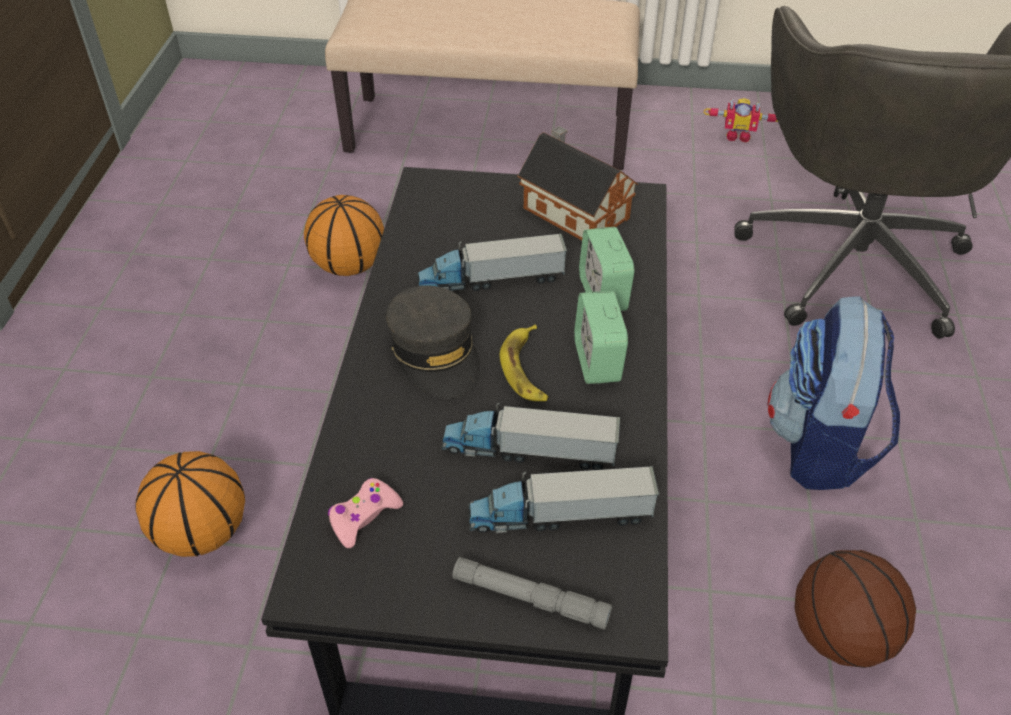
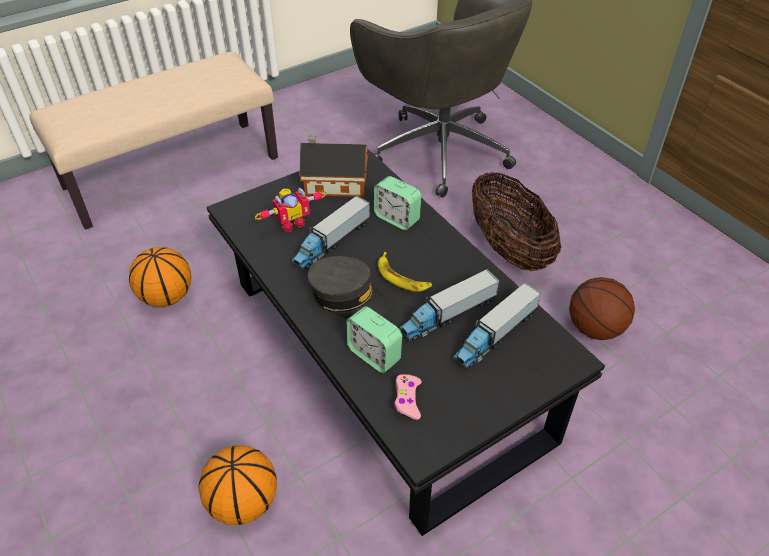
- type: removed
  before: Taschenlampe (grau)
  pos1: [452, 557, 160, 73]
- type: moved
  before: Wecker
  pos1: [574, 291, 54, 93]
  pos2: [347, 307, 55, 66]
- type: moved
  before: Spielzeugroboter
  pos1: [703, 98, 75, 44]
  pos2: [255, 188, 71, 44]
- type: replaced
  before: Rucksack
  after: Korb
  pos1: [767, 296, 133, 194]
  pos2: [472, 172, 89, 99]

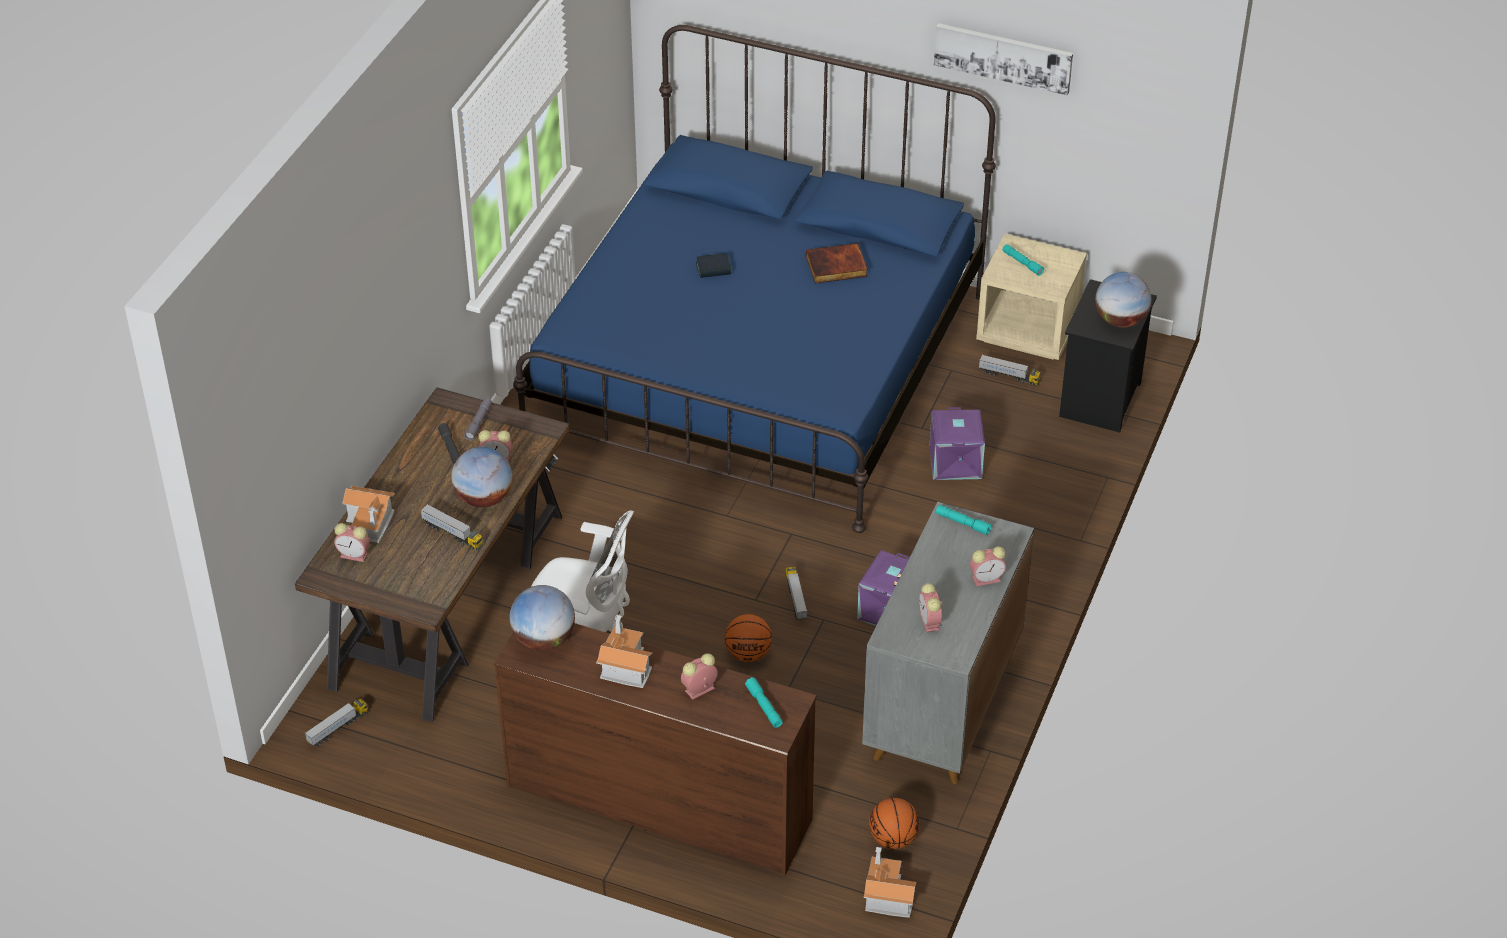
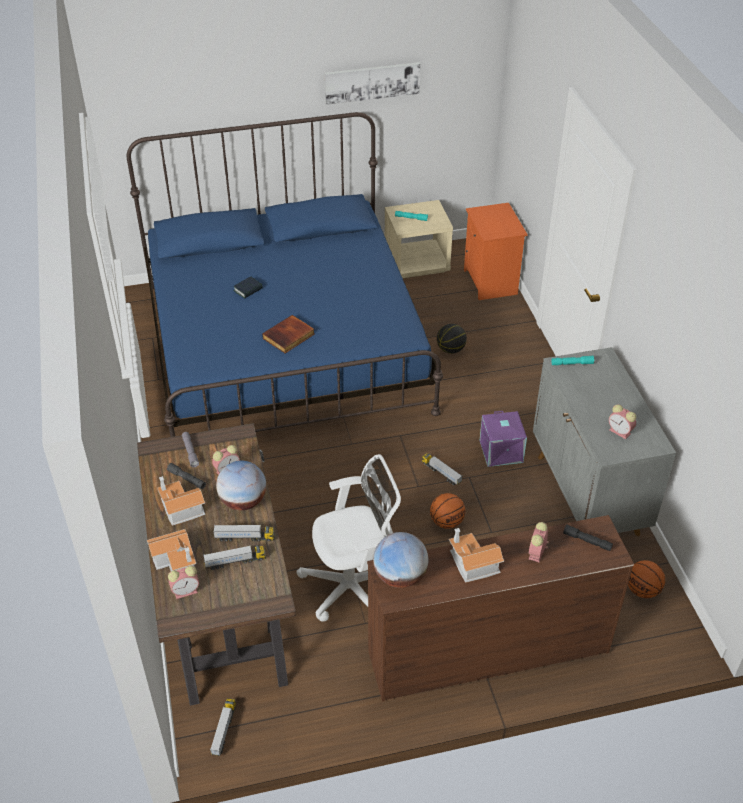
- type: recoloured
  before: Taschenlampe (türkis)
  after: Taschenlampe (schwarz)
  pos1: [745, 677, 38, 51]
  pos2: [563, 525, 50, 26]
- type: moved
  before: Buch
  pos1: [806, 243, 62, 40]
  pos2: [262, 315, 53, 38]
- type: moved
  before: Spielzeughaus
  pos1: [864, 847, 52, 71]
  pos2: [157, 476, 48, 50]
- type: replaced
  before: Aufbewahrungsbox (lila)
  after: Basketball
  pos1: [929, 407, 56, 73]
  pos2: [437, 324, 30, 30]
- type: removed
  before: Wecker
  pos1: [970, 546, 36, 40]
- type: moved
  before: Spielzeuglaster
  pos1: [979, 355, 62, 30]
  pos2: [203, 545, 63, 25]
- type: recoloured
  before: Nachttisch (schwarz)
  after: Nachttisch (orange)
  pos1: [1059, 279, 98, 154]
  pos2: [464, 203, 64, 97]
- type: removed
  before: Globus
  pos1: [1095, 272, 56, 56]

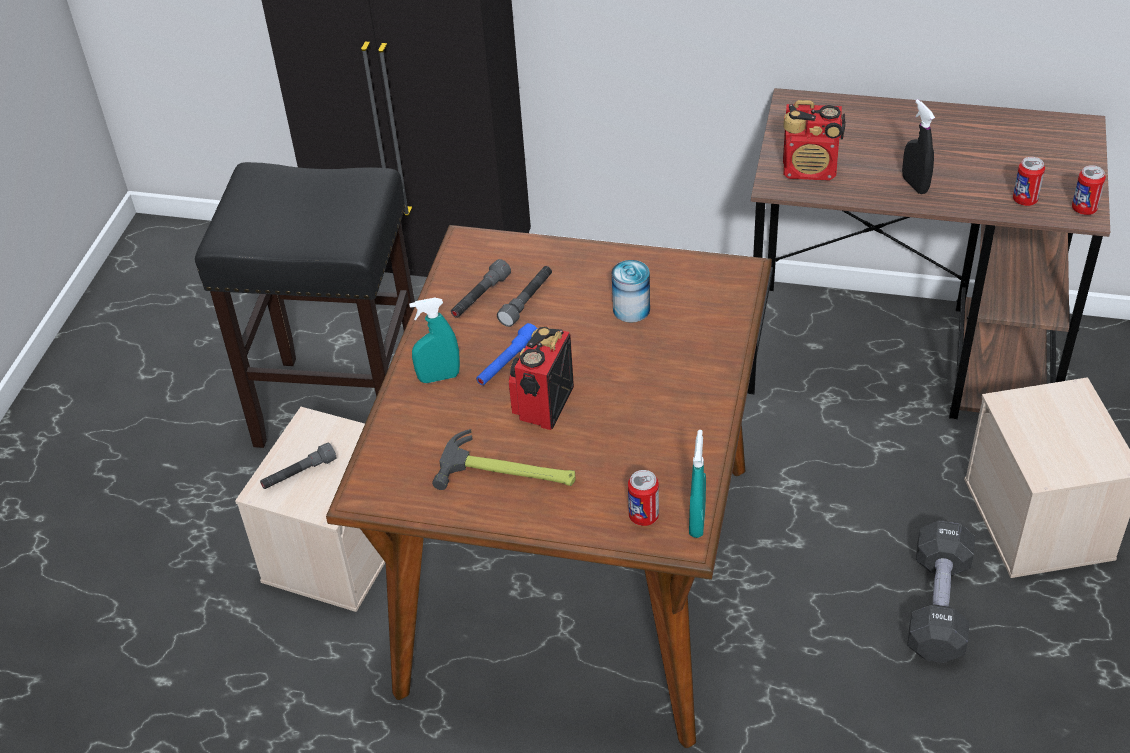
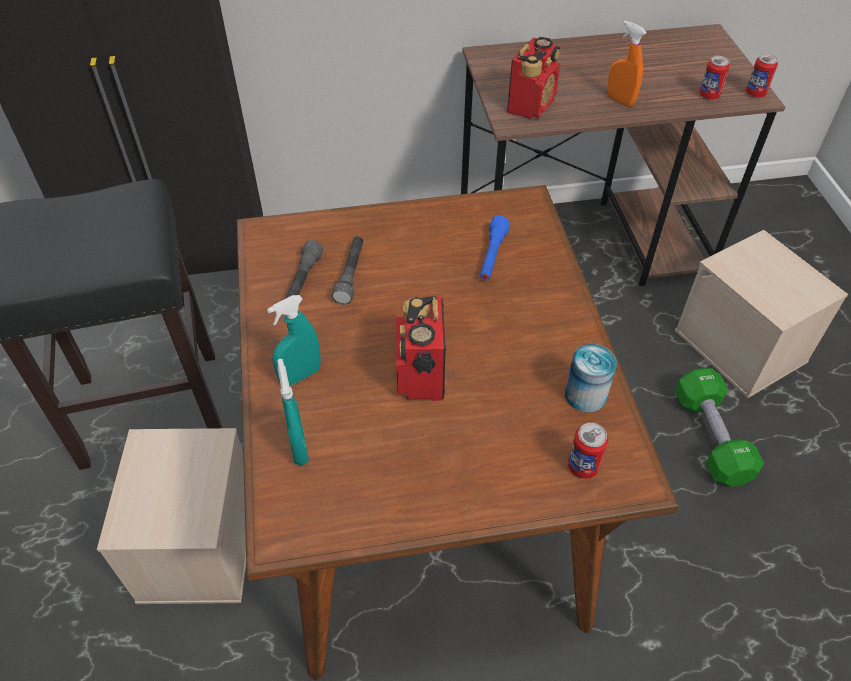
- type: removed
  before: Taschenlampe (grau)
  pos1: [260, 443, 77, 46]
- type: removed
  before: Hammer
  pos1: [432, 429, 143, 61]
- type: moved
  before: Taschenlampe (blau)
  pos1: [476, 323, 62, 62]
  pos2: [480, 216, 30, 64]
- type: moved
  before: Dose
  pos1: [612, 260, 38, 62]
  pos2: [565, 344, 52, 69]
- type: moved
  before: Sprühflasche (türkis)
  pos1: [689, 430, 17, 108]
  pos2: [278, 359, 31, 106]
- type: turned
  before: Radio
  pos1: [783, 100, 62, 80]
  pos2: [507, 37, 53, 82]
  turn: -45
- type: recoloured
  before: Sprühflasche (schwarz)
  after: Sprühflasche (orange)
  pos1: [902, 99, 33, 95]
  pos2: [607, 20, 39, 87]
- type: recoloured
  before: Hantel (schwarz)
  after: Hantel (grün)
  pos1: [907, 521, 68, 142]
  pos2: [675, 368, 89, 119]

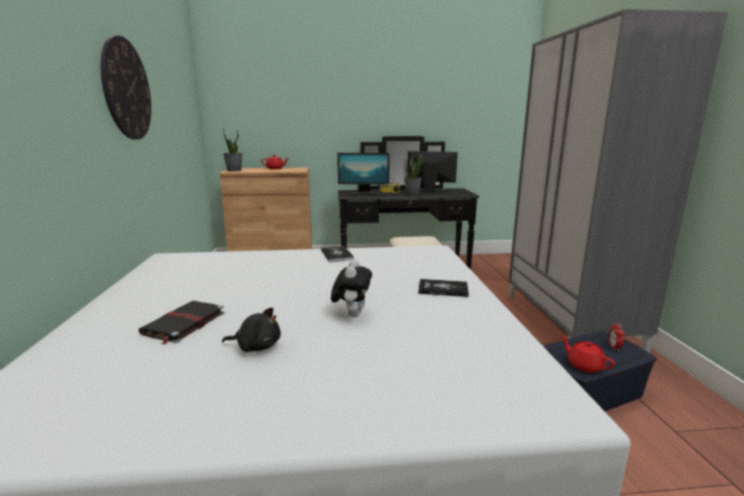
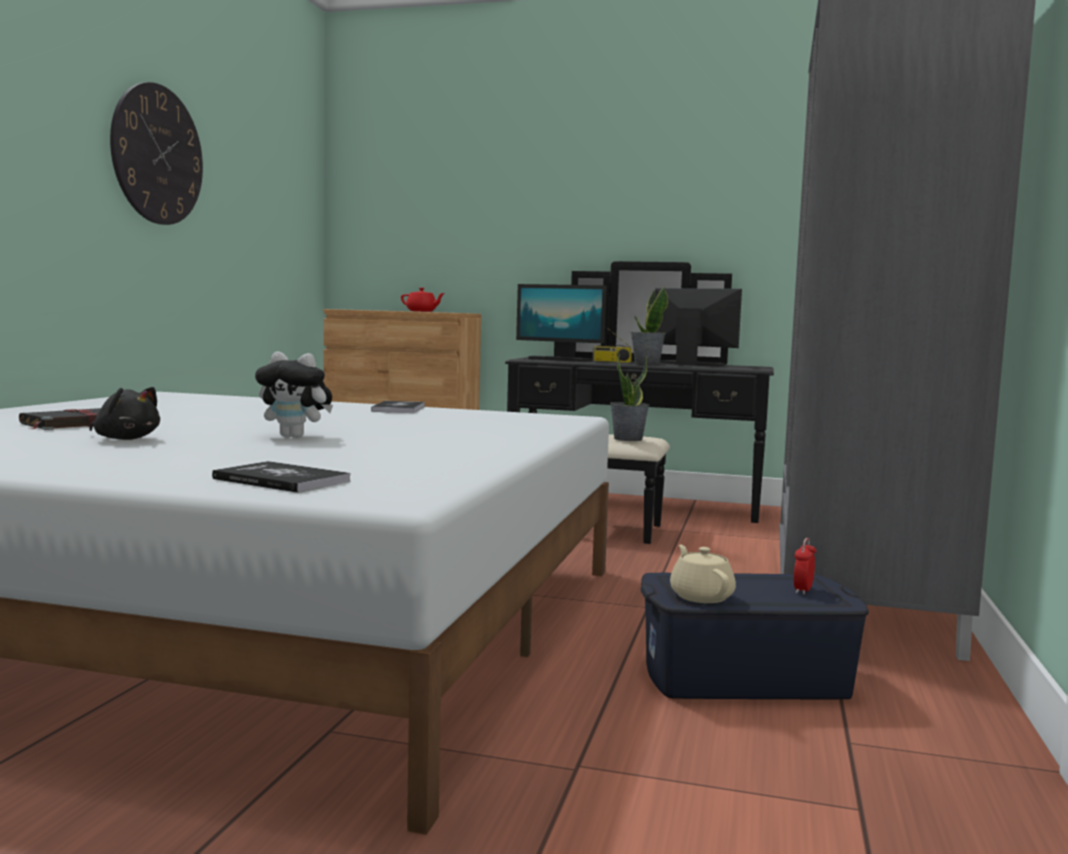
- type: moved
  before: Topfpflanze
  pos1: [223, 128, 20, 44]
  pos2: [610, 352, 40, 89]
- type: turned
  before: Plüschtier
  pos1: [331, 259, 41, 58]
  pos2: [255, 351, 78, 87]
  turn: 75
- type: moved
  before: Buch
  pos1: [418, 279, 51, 18]
  pos2: [212, 461, 139, 32]
- type: recoloured
  before: Teekanne (rot)
  after: Teekanne (beige)
  pos1: [561, 336, 54, 37]
  pos2: [670, 545, 66, 58]

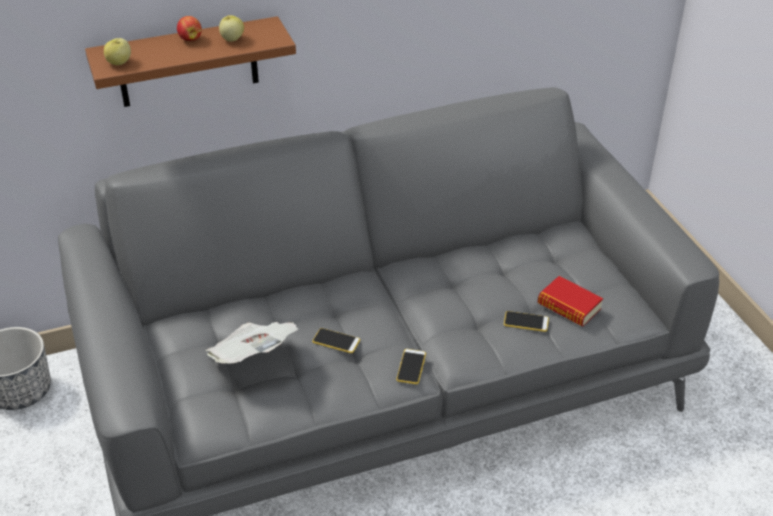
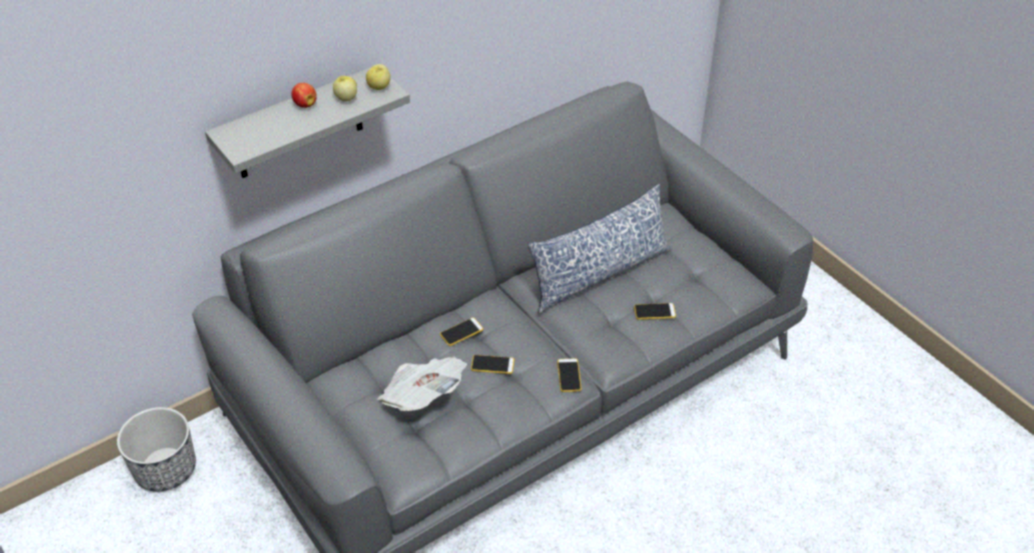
- type: recoloured
  before: Wandregal (braun)
  after: Wandregal (grau)
  pos1: [85, 16, 211, 91]
  pos2: [205, 67, 205, 111]
- type: moved
  before: Apfel
  pos1: [104, 38, 27, 27]
  pos2: [366, 64, 25, 26]
- type: removed
  before: Buch
  pos1: [537, 276, 66, 51]
- type: added
  after: Handy
  pos2: [440, 318, 43, 28]
- type: added
  after: Kissen
  pos2: [528, 184, 143, 130]

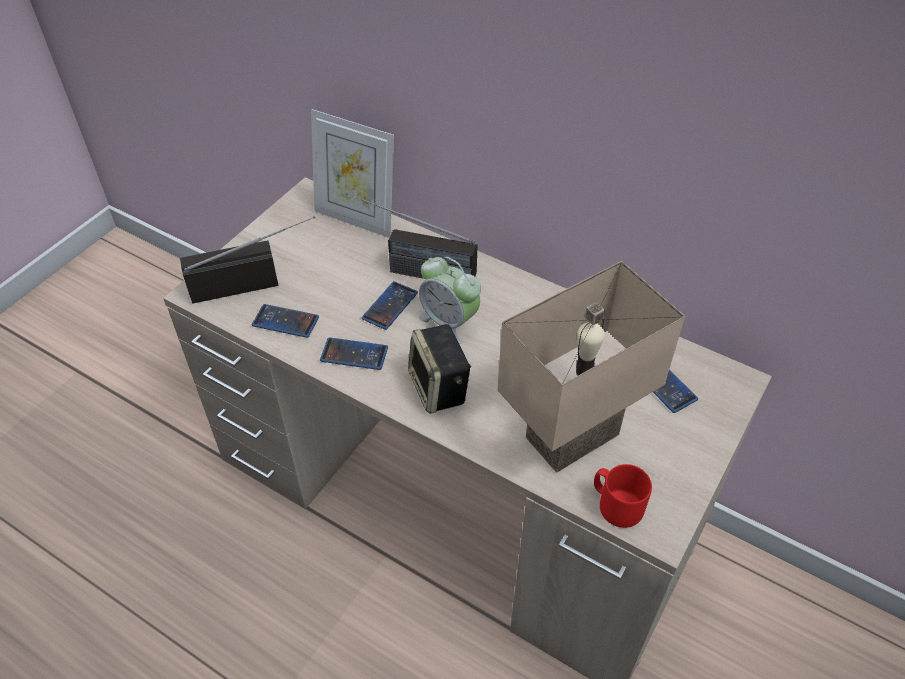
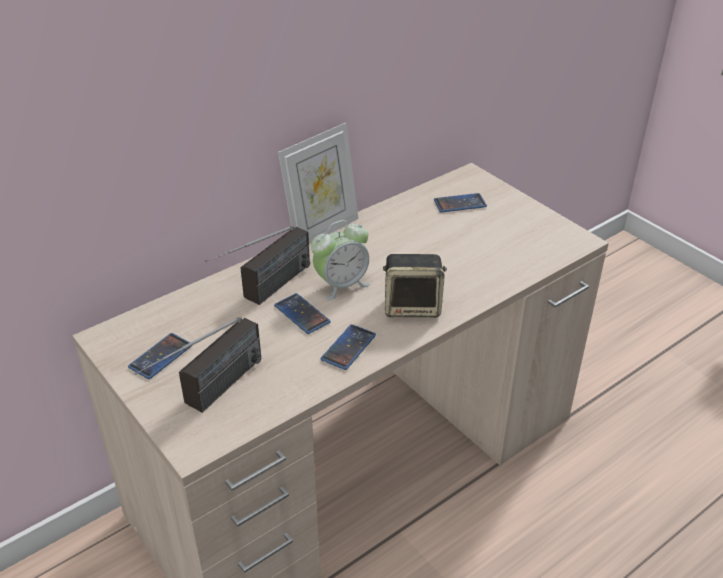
- type: turned
  before: Radio
  pos1: [180, 216, 135, 87]
  pos2: [134, 317, 127, 96]
  turn: -150
- type: moved
  before: Handy
  pos1: [252, 304, 67, 34]
  pos2: [128, 333, 63, 46]
- type: moved
  before: Bilderrahmen
  pos1: [311, 109, 83, 129]
  pos2: [278, 123, 80, 121]
- type: removed
  before: Tischlampe (beige)
  pos1: [498, 261, 187, 212]
- type: removed
  before: Henkelbecher (rot)
  pos1: [594, 464, 58, 64]

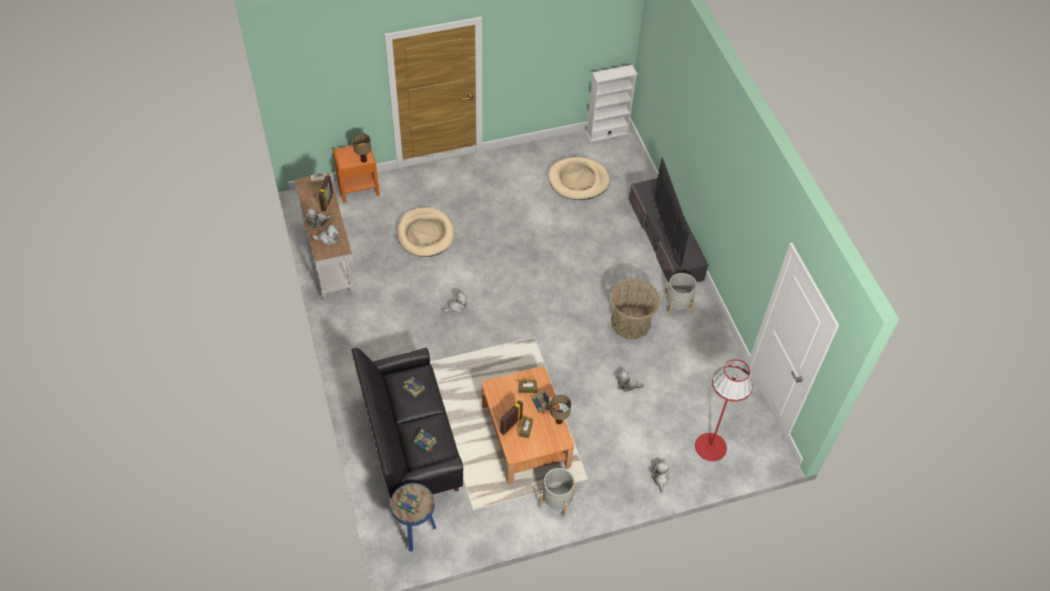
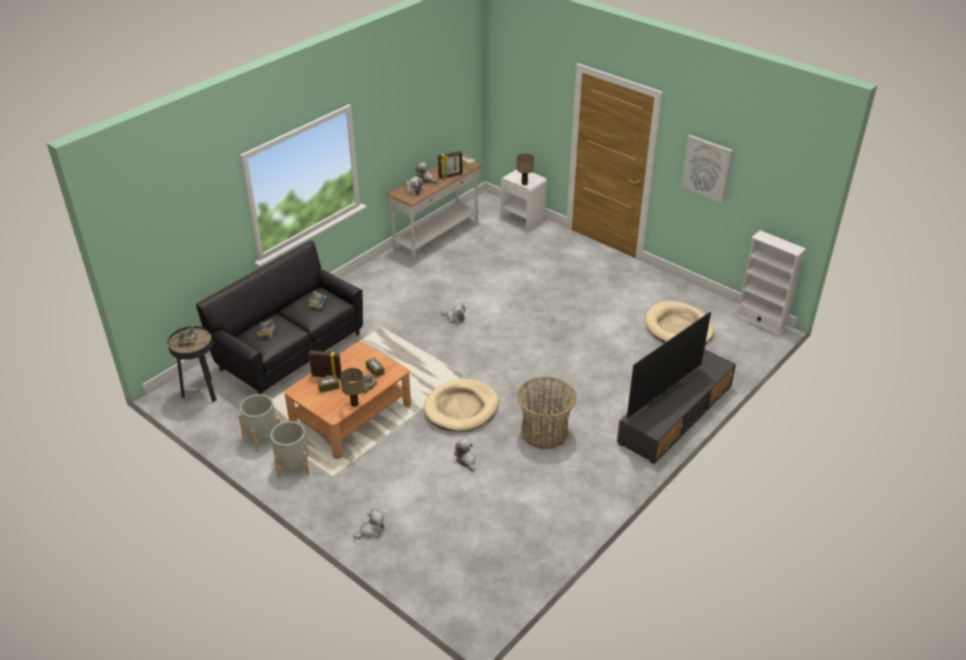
- type: recoloured
  before: Nachttisch (orange)
  after: Nachttisch (weiß)
  pos1: [333, 143, 47, 60]
  pos2: [500, 169, 47, 62]
- type: recoloured
  before: Beistelltisch (blau)
  after: Beistelltisch (schwarz)
  pos1: [390, 483, 46, 68]
  pos2: [168, 326, 49, 76]
- type: moved
  before: Hundebett (beige)
  pos1: [397, 207, 57, 50]
  pos2: [424, 379, 75, 53]
- type: moved
  before: Pflanzkübel (grau)
  pos1: [664, 273, 33, 43]
  pos2: [238, 394, 42, 59]
- type: removed
  before: Stehlampe (rot)
  pos1: [695, 359, 58, 102]
- type: added
  after: Bild
  pos2: [681, 135, 52, 68]

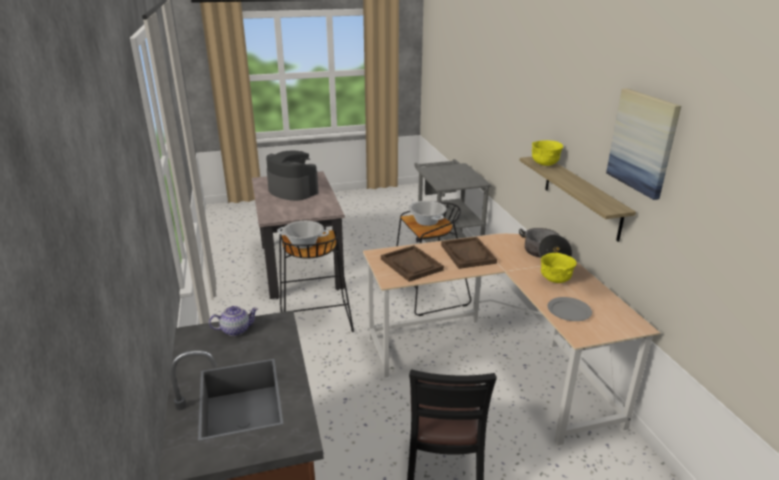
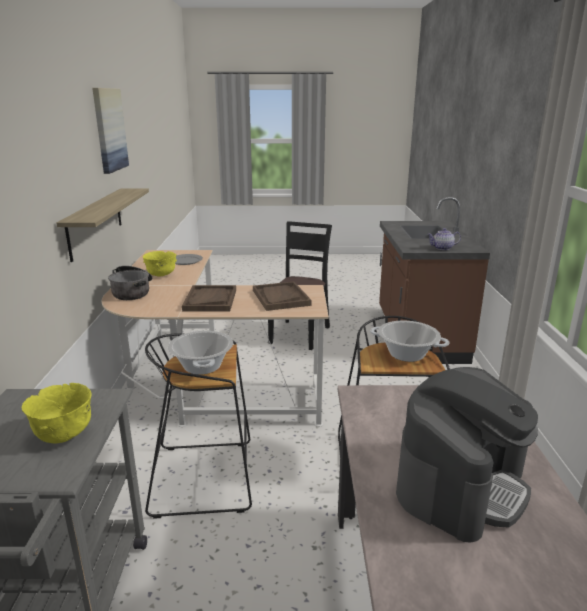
- type: turned
  before: Kaffeemaschine
  pos1: [266, 150, 53, 51]
  pos2: [396, 367, 142, 176]
  turn: -105
- type: moved
  before: Schüssel (gelb)
  pos1: [532, 140, 31, 26]
  pos2: [22, 383, 69, 60]

